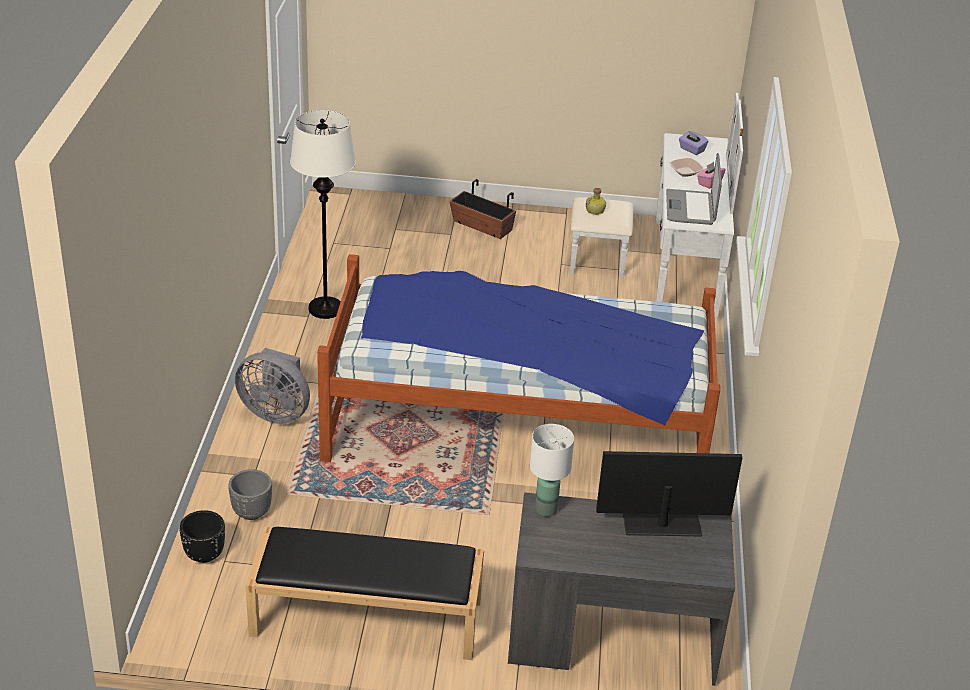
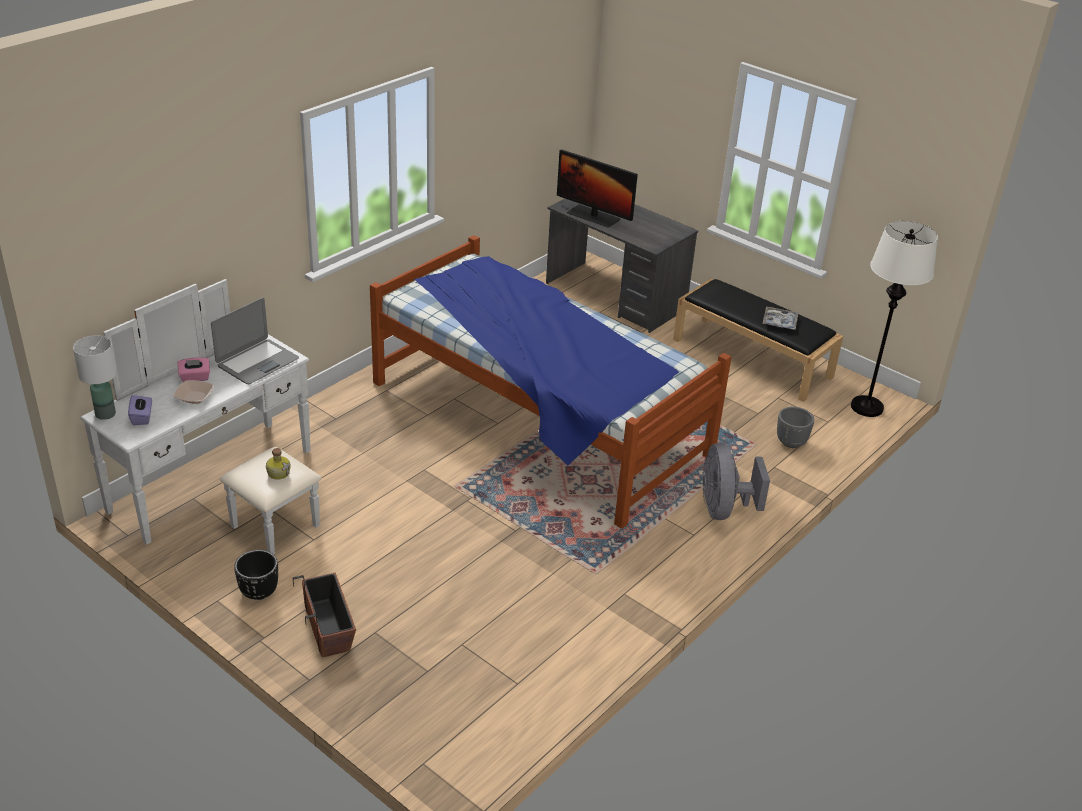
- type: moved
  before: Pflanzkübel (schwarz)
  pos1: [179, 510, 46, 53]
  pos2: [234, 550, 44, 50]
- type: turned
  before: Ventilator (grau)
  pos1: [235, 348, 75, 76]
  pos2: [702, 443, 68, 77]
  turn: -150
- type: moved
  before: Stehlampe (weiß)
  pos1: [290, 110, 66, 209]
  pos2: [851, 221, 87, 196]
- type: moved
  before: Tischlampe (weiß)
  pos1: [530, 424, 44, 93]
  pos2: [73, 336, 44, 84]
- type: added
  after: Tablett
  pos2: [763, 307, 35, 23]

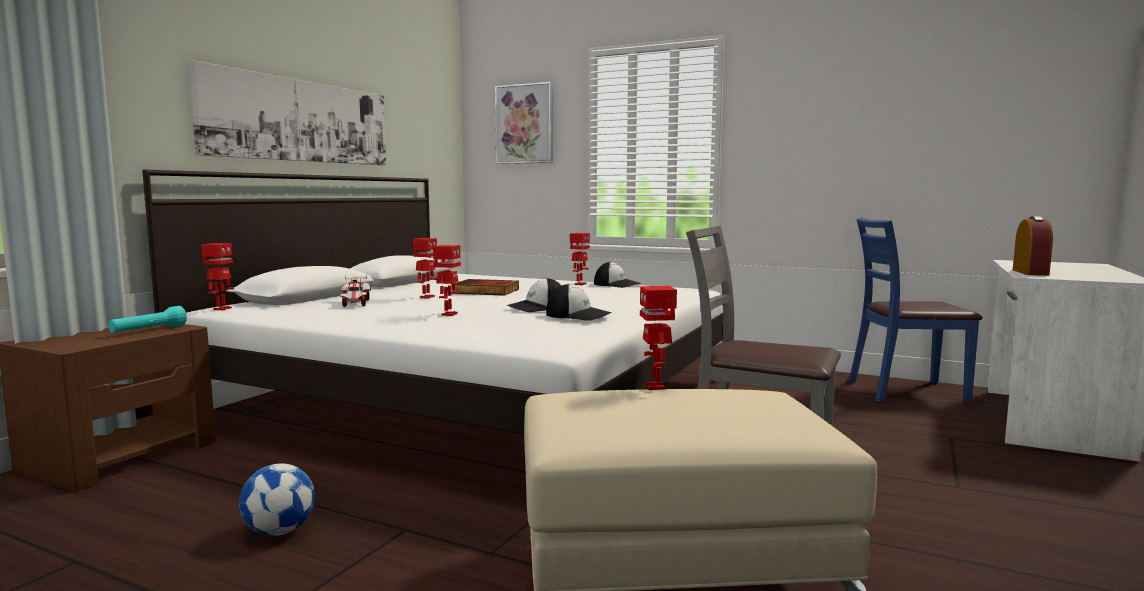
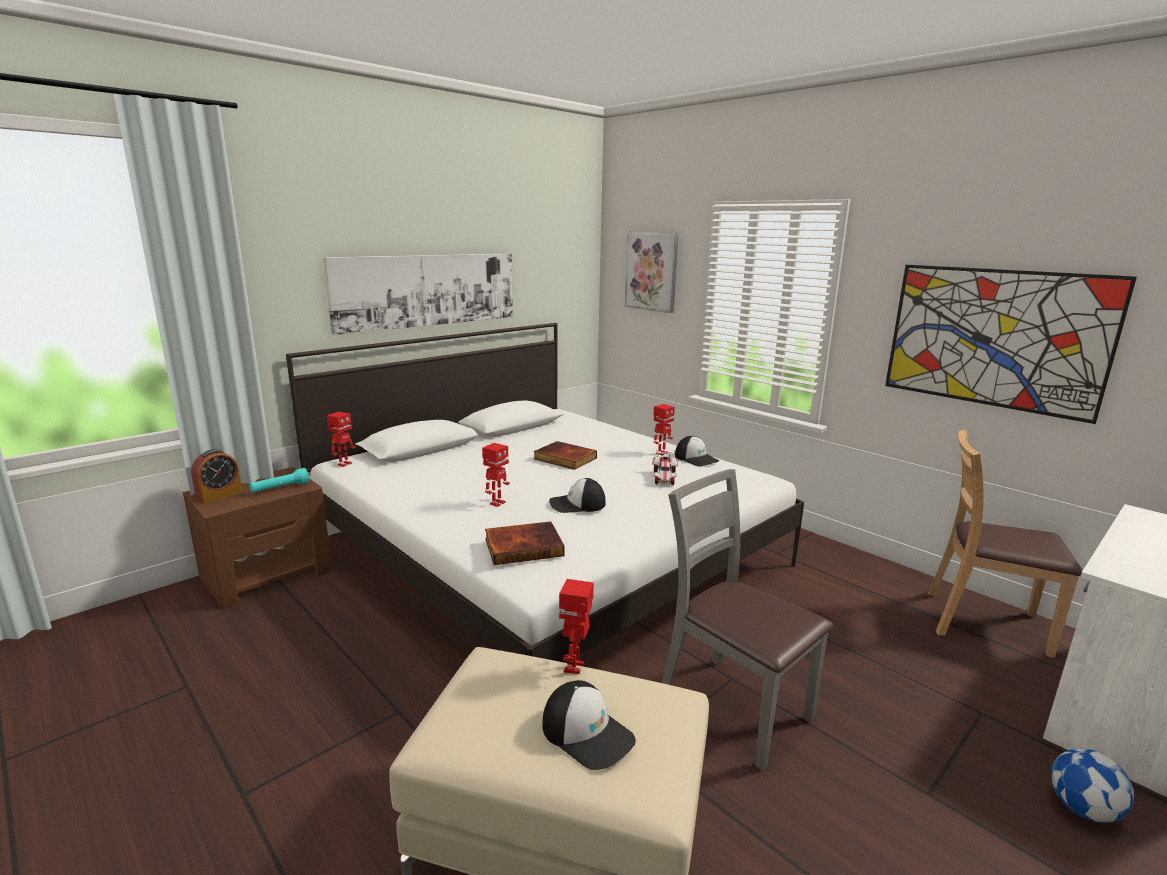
- type: moved
  before: Fußball
  pos1: [239, 463, 76, 73]
  pos2: [1051, 748, 83, 75]
- type: moved
  before: Spielzeugauto
  pos1: [340, 275, 31, 32]
  pos2: [652, 450, 26, 35]
- type: removed
  before: Spielzeugroboter
  pos1: [413, 238, 24, 60]
- type: moved
  before: Kappe
  pos1: [546, 284, 66, 36]
  pos2: [542, 680, 94, 90]
- type: recoloured
  before: Stuhl (blau)
  after: Stuhl (braun)
  pos1: [849, 218, 134, 184]
  pos2: [928, 430, 155, 228]
- type: moved
  before: Wecker
  pos1: [1013, 216, 40, 60]
  pos2: [191, 449, 51, 55]
- type: added
  after: Buch
  pos2: [485, 521, 80, 44]
- type: added
  after: Bild
  pos2: [885, 265, 252, 159]

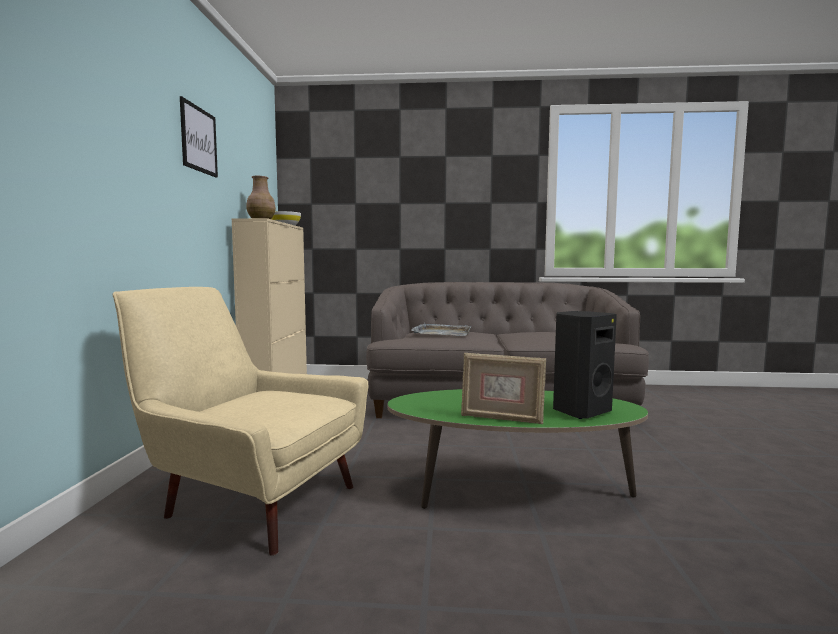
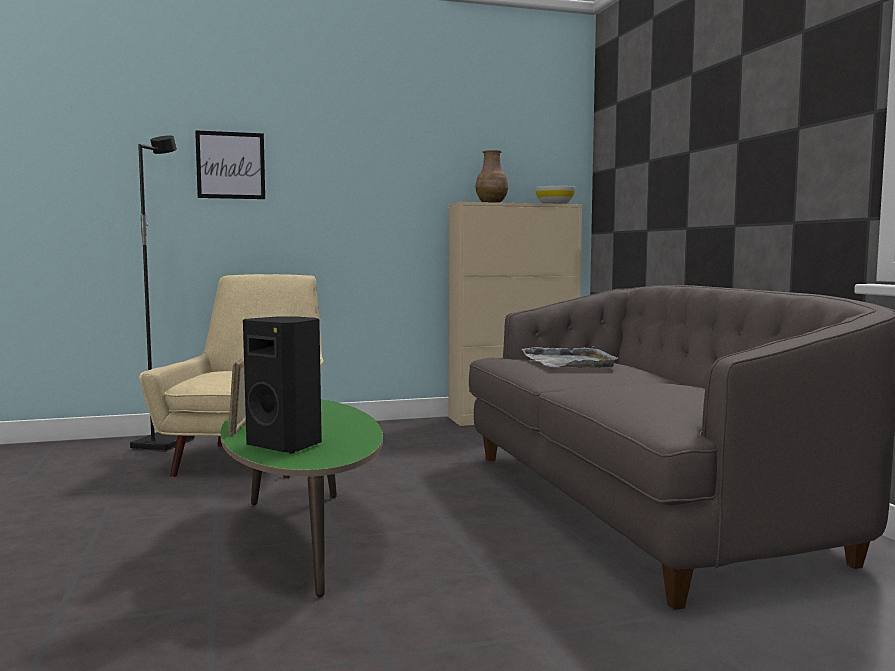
- type: moved
  before: Bild
  pos1: [180, 96, 38, 82]
  pos2: [195, 130, 70, 69]
- type: added
  after: Stehlampe (schwarz)
  pos2: [130, 136, 65, 316]

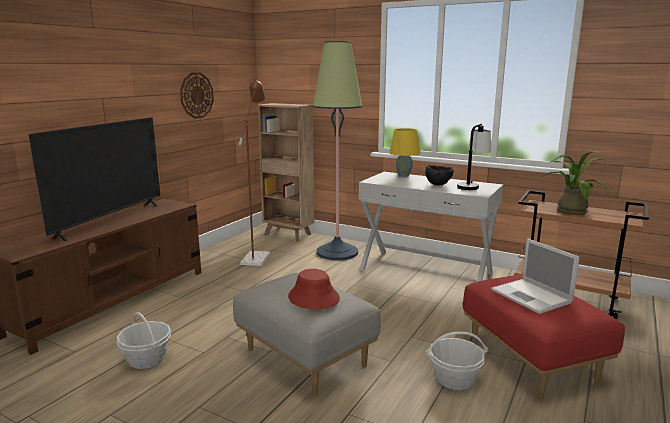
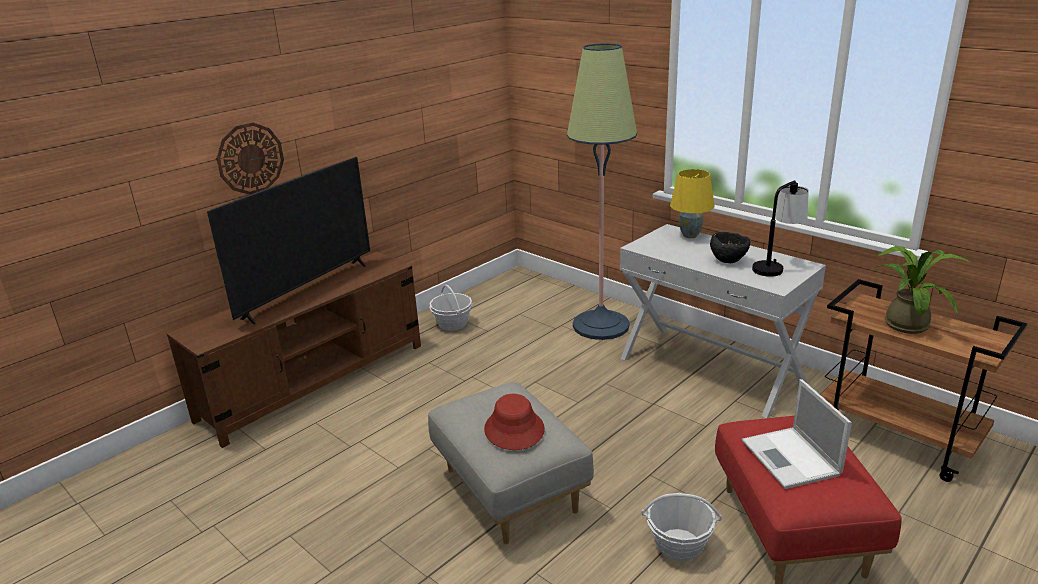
- type: moved
  before: Korb
  pos1: [116, 312, 55, 57]
  pos2: [429, 284, 43, 47]
- type: moved
  before: Wanduhr
  pos1: [180, 72, 34, 47]
  pos2: [216, 122, 68, 73]
- type: removed
  before: Stehlampe (braun)
  pos1: [239, 79, 31, 187]
- type: removed
  before: Bücherregal (braun)
  pos1: [258, 103, 56, 138]

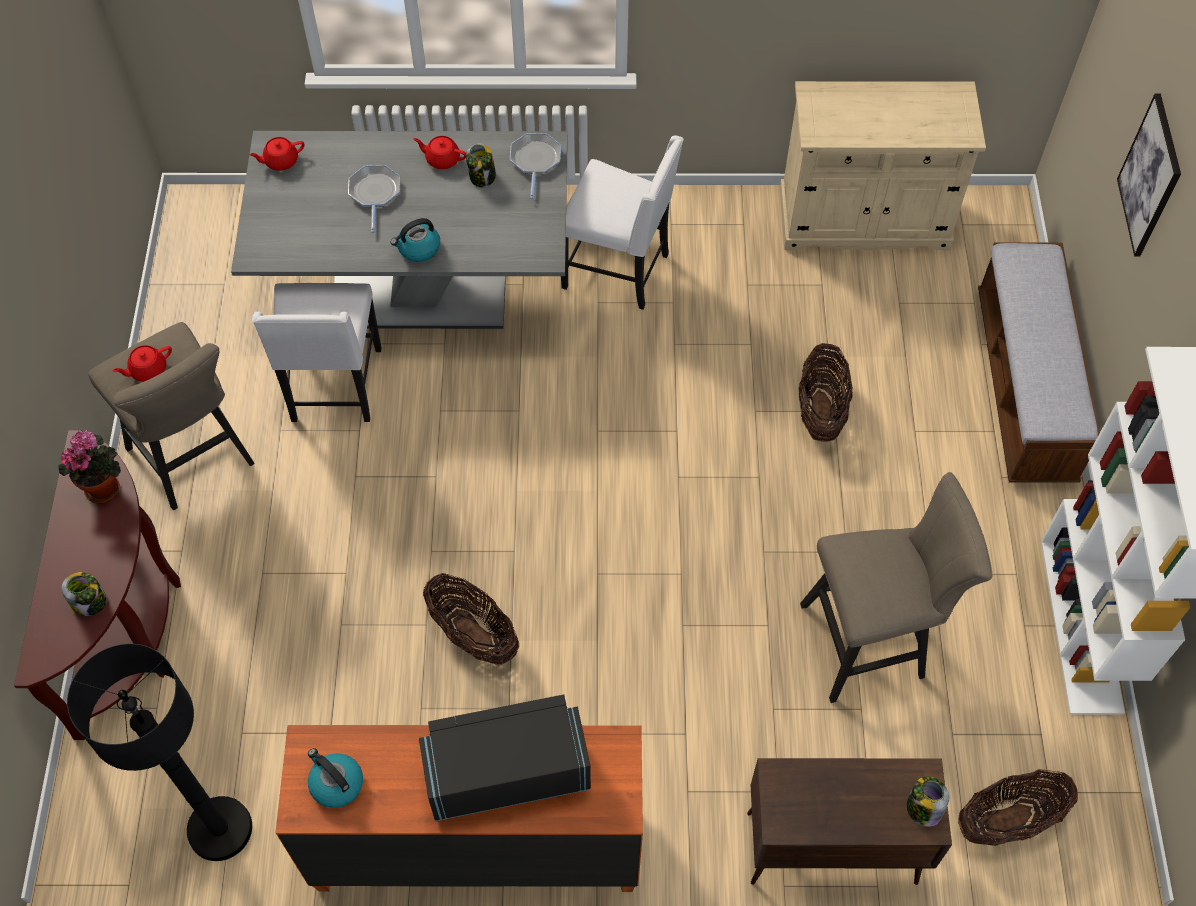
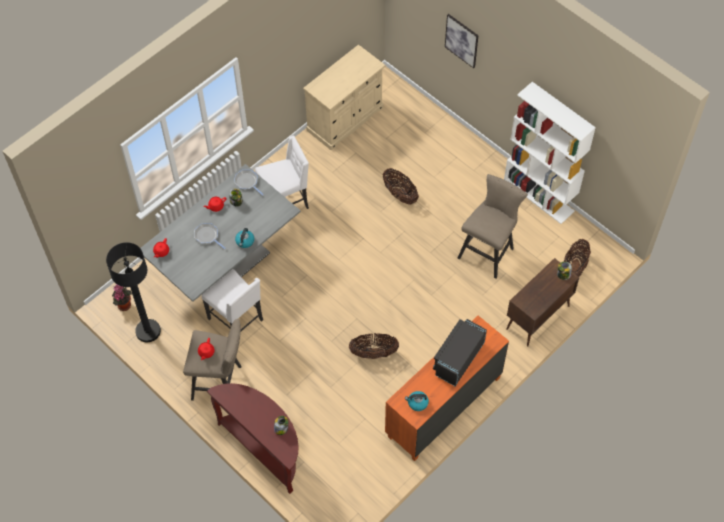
- type: moved
  before: Topfpflanze
  pos1: [58, 430, 63, 74]
  pos2: [112, 284, 20, 27]
- type: moved
  before: Stehlampe (schwarz)
  pos1: [67, 644, 185, 217]
  pos2: [106, 242, 55, 100]
- type: removed
  before: Bank
  pos1: [978, 243, 122, 240]

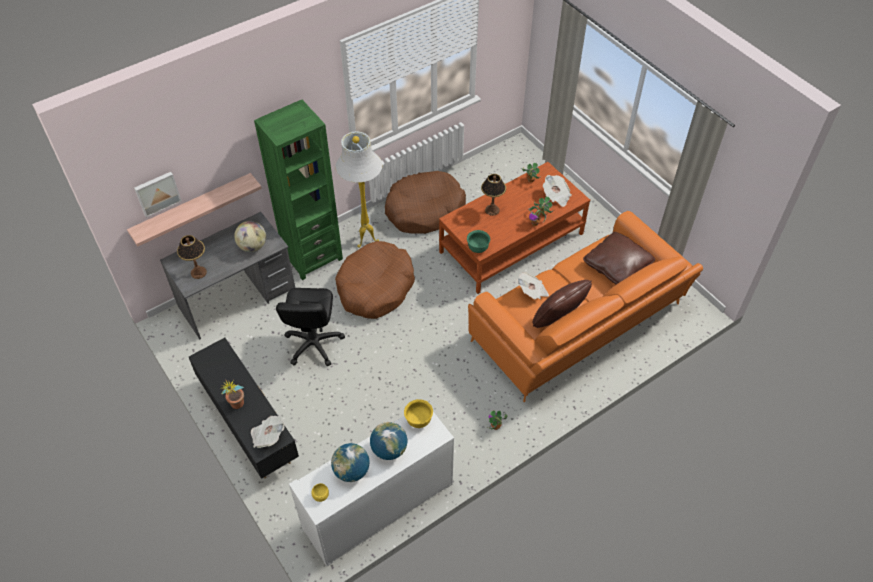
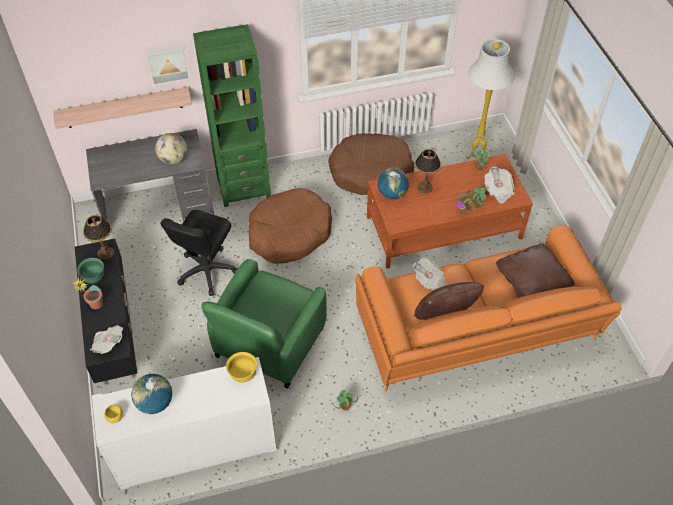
- type: moved
  before: Bild
  pos1: [134, 172, 48, 46]
  pos2: [146, 46, 44, 40]
- type: moved
  before: Tischlampe
  pos1: [177, 235, 30, 44]
  pos2: [83, 215, 31, 45]
- type: moved
  before: Stehlampe (weiß)
  pos1: [336, 132, 46, 116]
  pos2: [466, 39, 49, 120]
- type: moved
  before: Globus
  pos1: [370, 422, 37, 38]
  pos2: [378, 168, 31, 31]
- type: moved
  before: Schüssel (grün)
  pos1: [467, 230, 23, 23]
  pos2: [77, 258, 27, 26]
- type: added
  after: Sessel (grün)
  pos2: [201, 259, 126, 130]

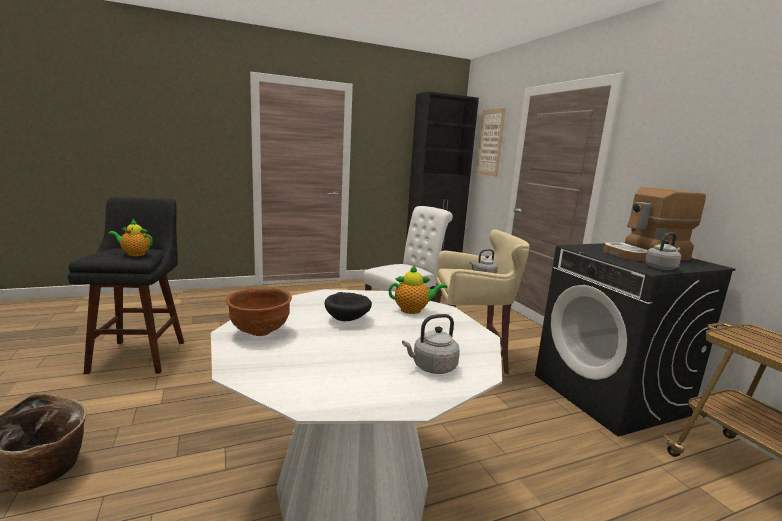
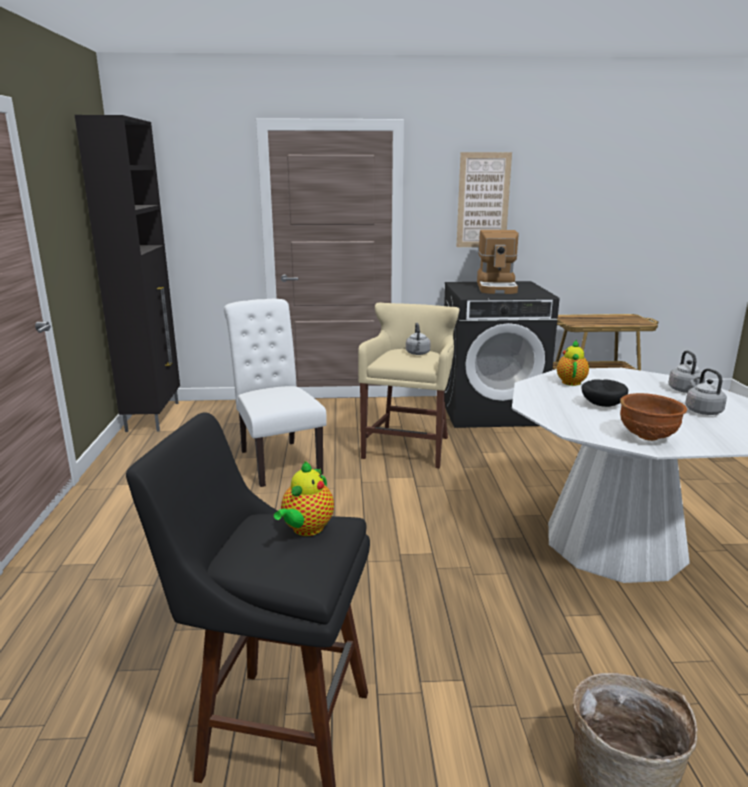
- type: moved
  before: Bild
  pos1: [476, 108, 30, 69]
  pos2: [456, 152, 56, 95]
- type: moved
  before: Wasserkessel (grau)
  pos1: [645, 232, 36, 38]
  pos2: [685, 368, 42, 47]

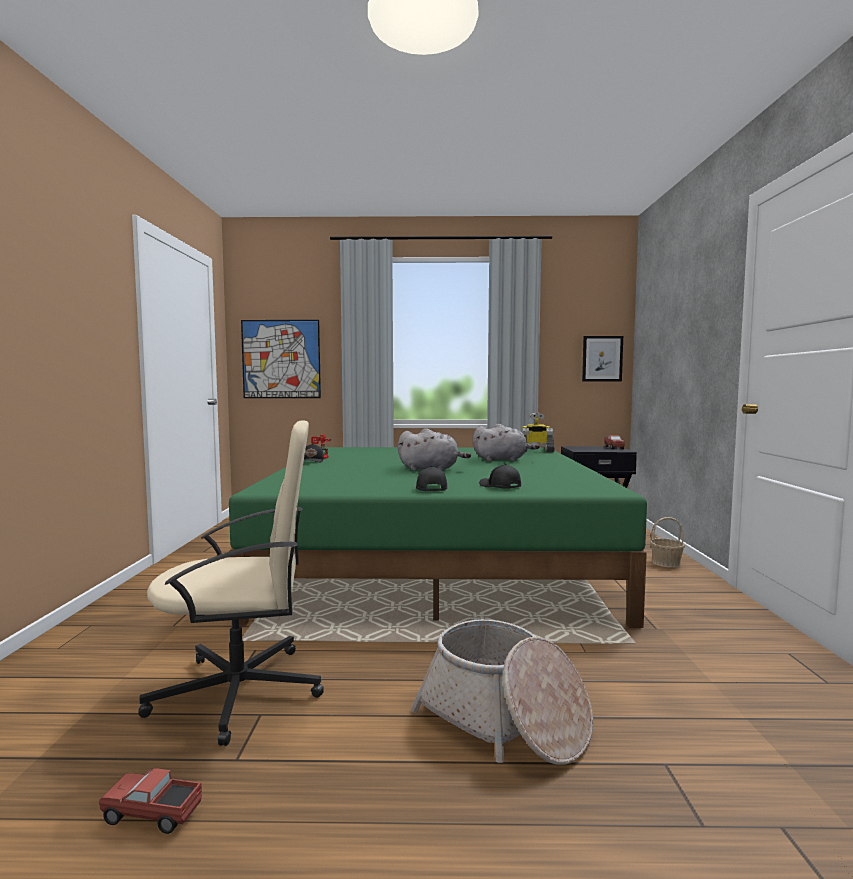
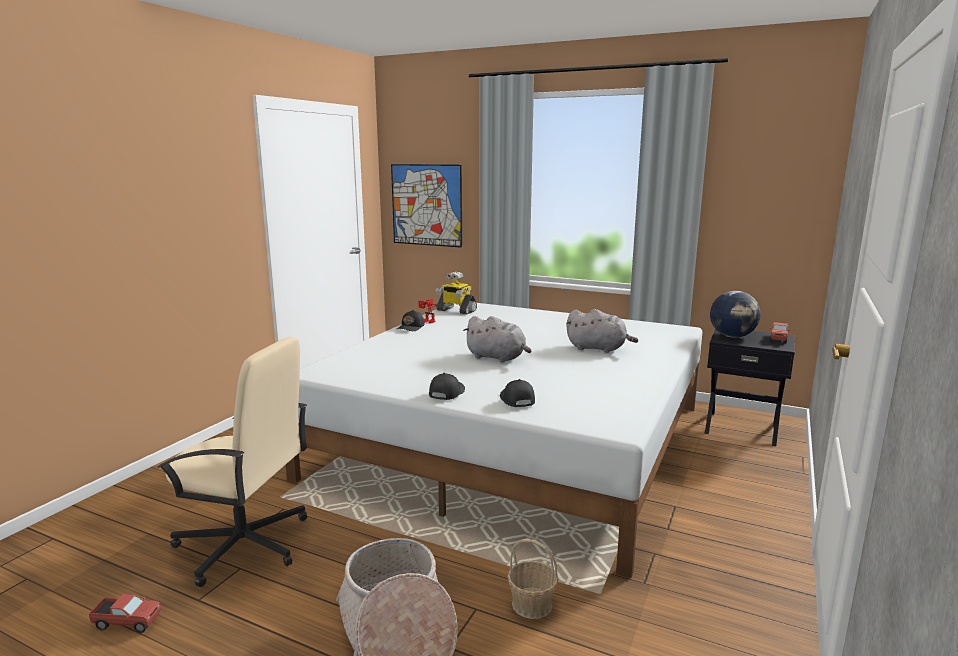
- type: turned
  before: Spielzeuglaster
  pos1: [99, 768, 103, 66]
  pos2: [89, 594, 72, 39]
  turn: 150
- type: recoloured
  before: Bett (grün)
  after: Bett (weiß)
  pos1: [229, 447, 418, 181]
  pos2: [286, 303, 417, 275]
- type: moved
  before: Spielzeugroboter
  pos1: [522, 413, 32, 39]
  pos2: [436, 272, 41, 43]
- type: removed
  before: Bild
  pos1: [582, 336, 41, 45]
- type: moved
  before: Korb
  pos1: [650, 517, 35, 51]
  pos2: [507, 539, 51, 80]
- type: added
  after: Globus
  pos2: [710, 291, 51, 47]

